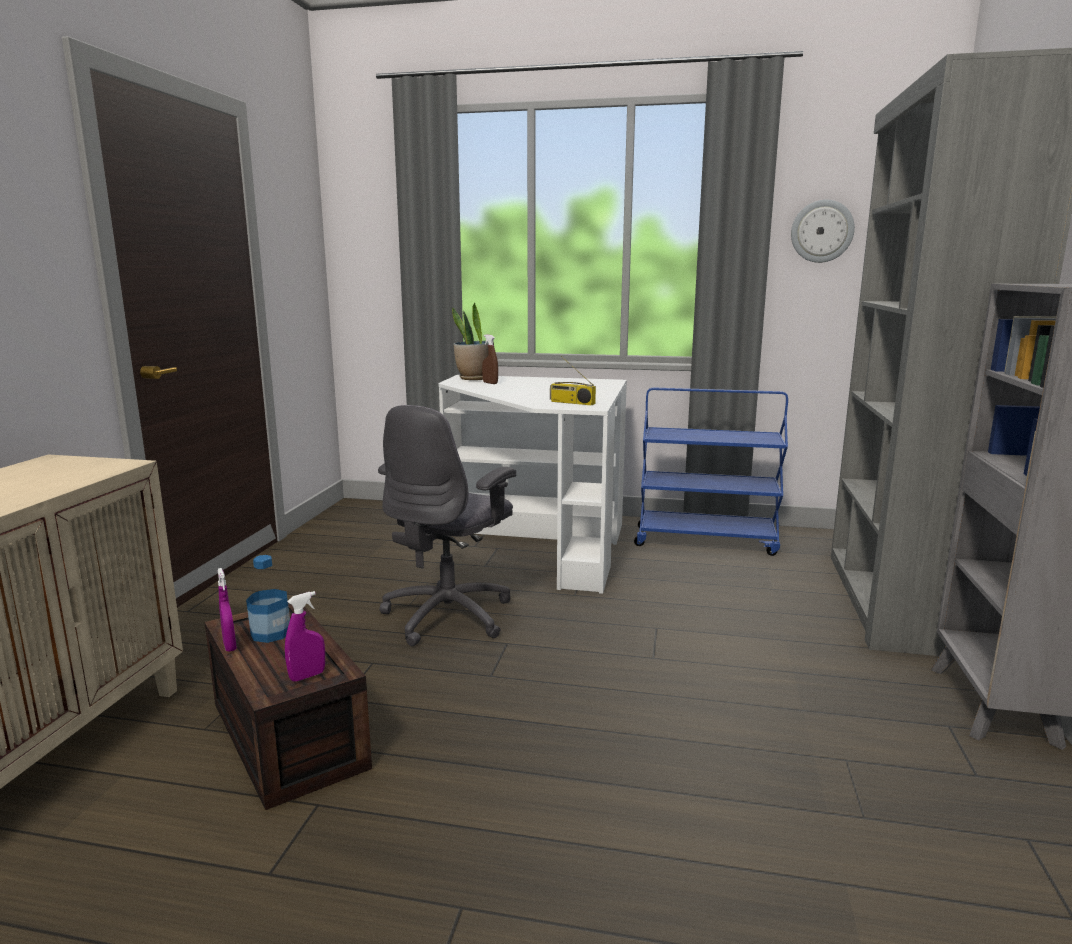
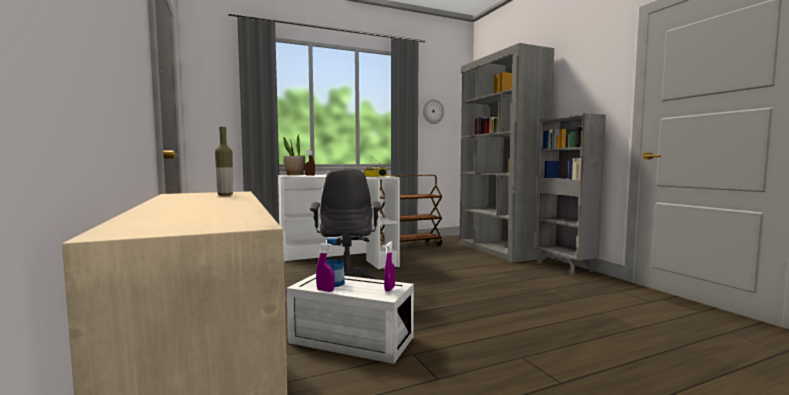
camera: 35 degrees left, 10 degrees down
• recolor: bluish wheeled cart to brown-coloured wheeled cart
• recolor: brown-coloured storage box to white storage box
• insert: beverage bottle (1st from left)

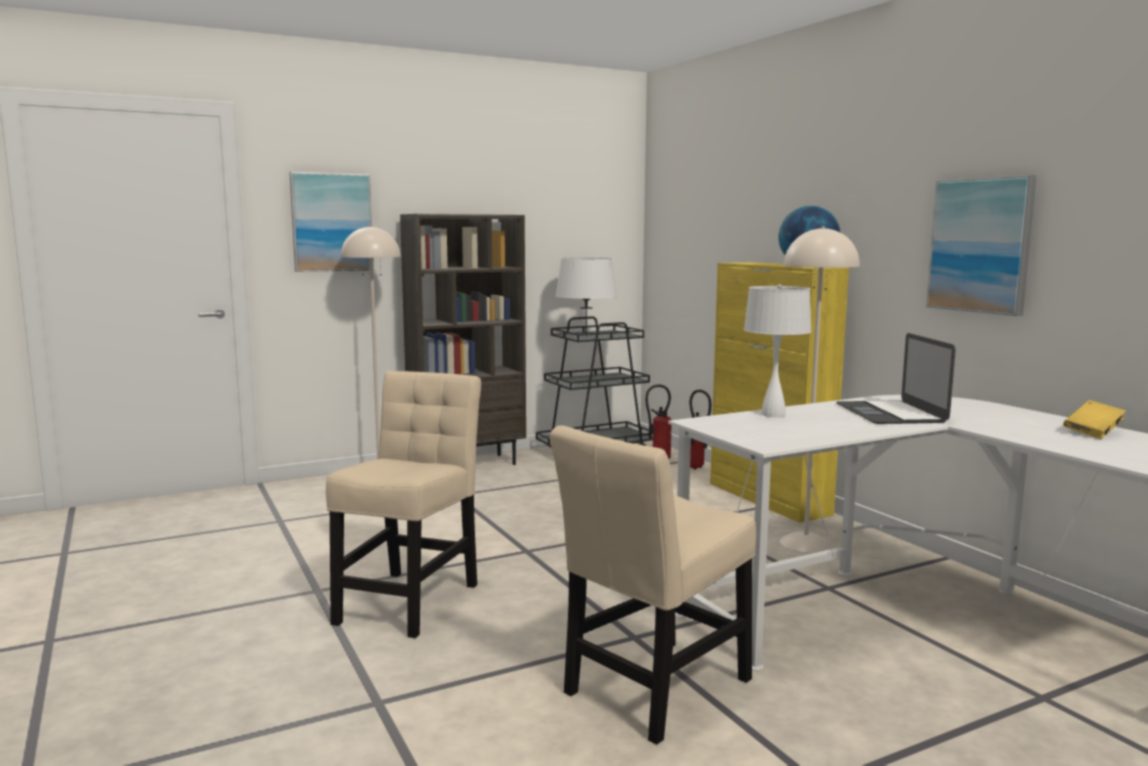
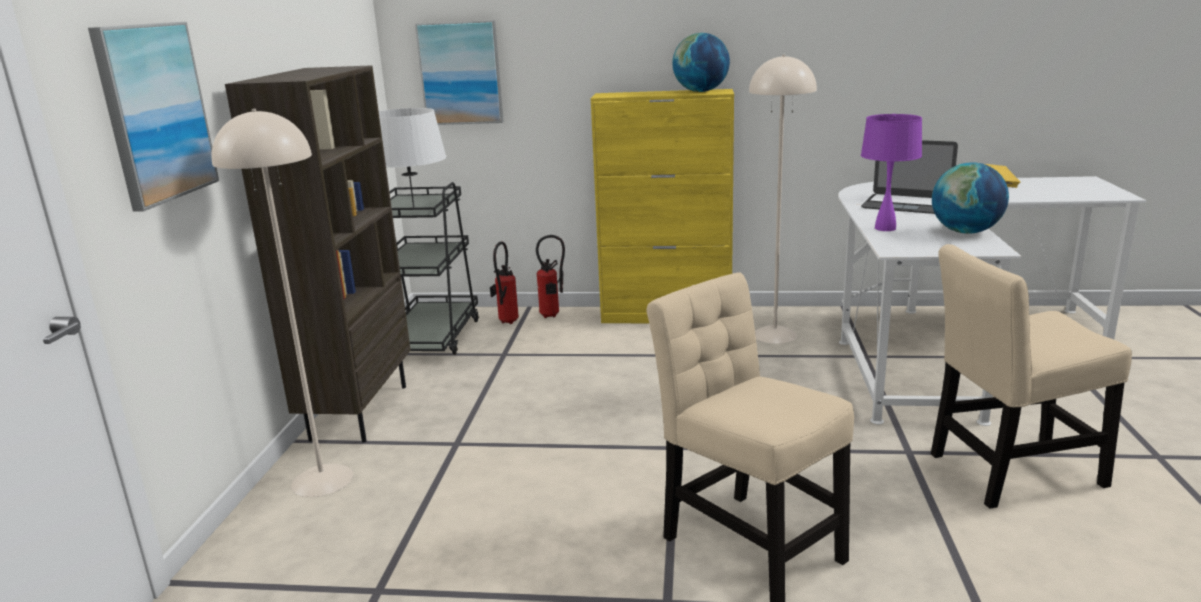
camera: 55 degrees left, 10 degrees up
• move: picture (2nd from left)
• recolor: white tabletop lamp (2nd from left) to purplish tabletop lamp
• rotate: beige plain chair (2nd from left) 90 degrees clockwise
• insert: desk globe (2nd from left)

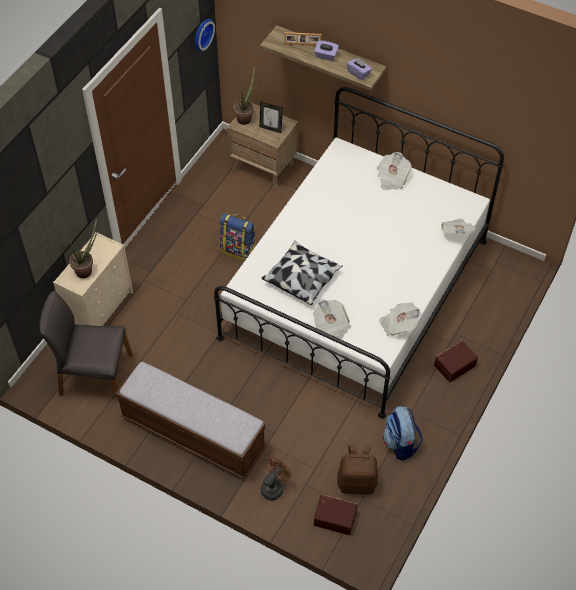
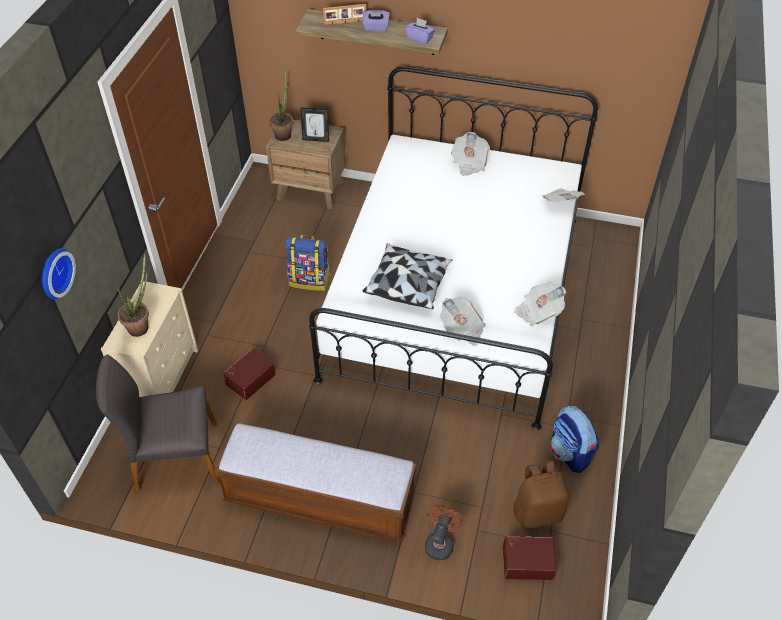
camera: 15 degrees left, 5 degrees down
• move: wall clock
• move: brown-coloured storage box (2nd from left in the first image) to brown-coloured storage box (1st from left)

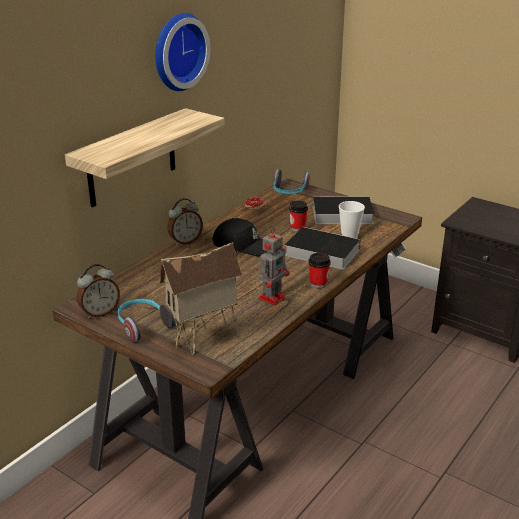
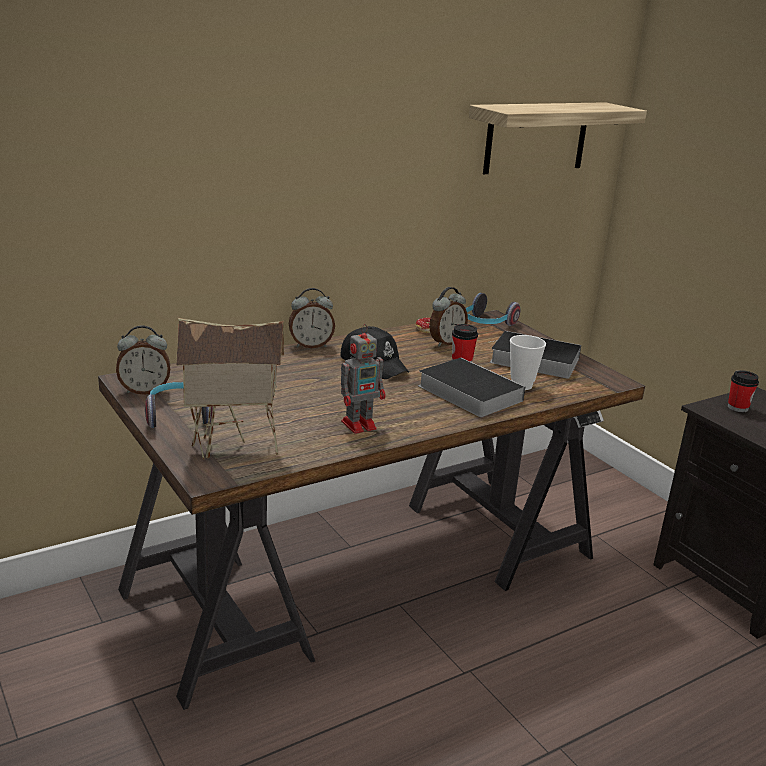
camera: 20 degrees right, 5 degrees down
• delete: wall clock
• move: wall shelf
• move: drinking cup (2nd from left in the first image) to drinking cup (3rd from left)
• insert: table clock (3rd from left)

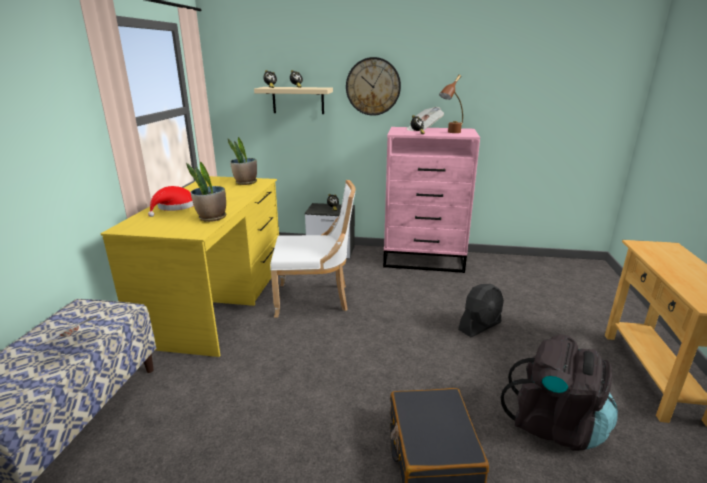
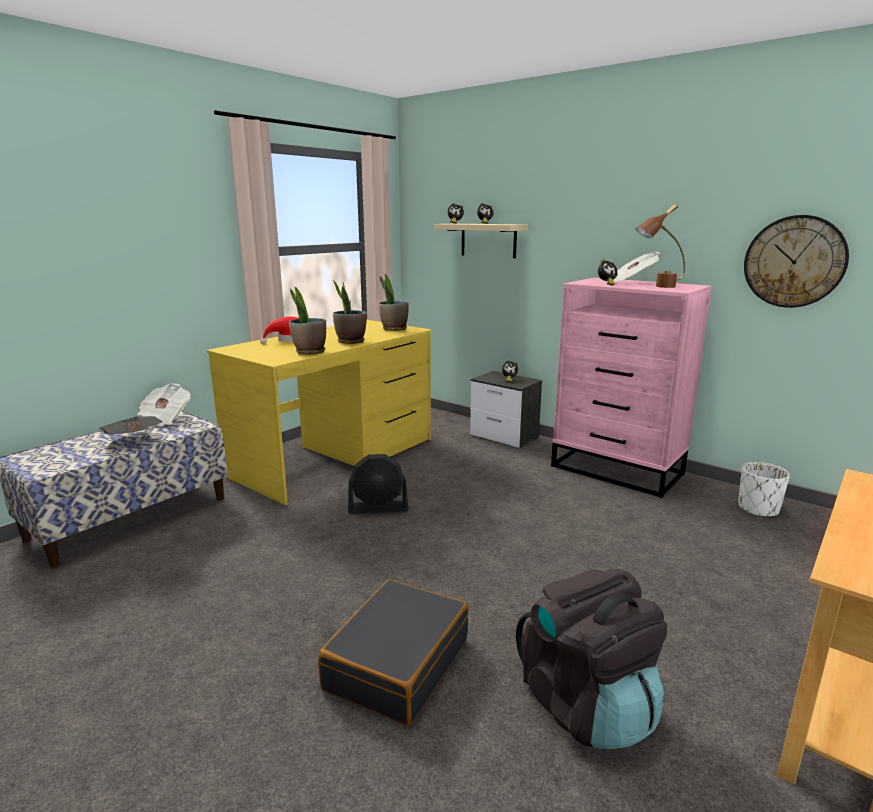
camera: 30 degrees right, 5 degrees down
• move: wall clock
• delete: white plain chair
• move: blackish electric fan
• insert: houseplant (2nd from left)
• insert: printed paper (2nd from left)
• insert: white flower pot

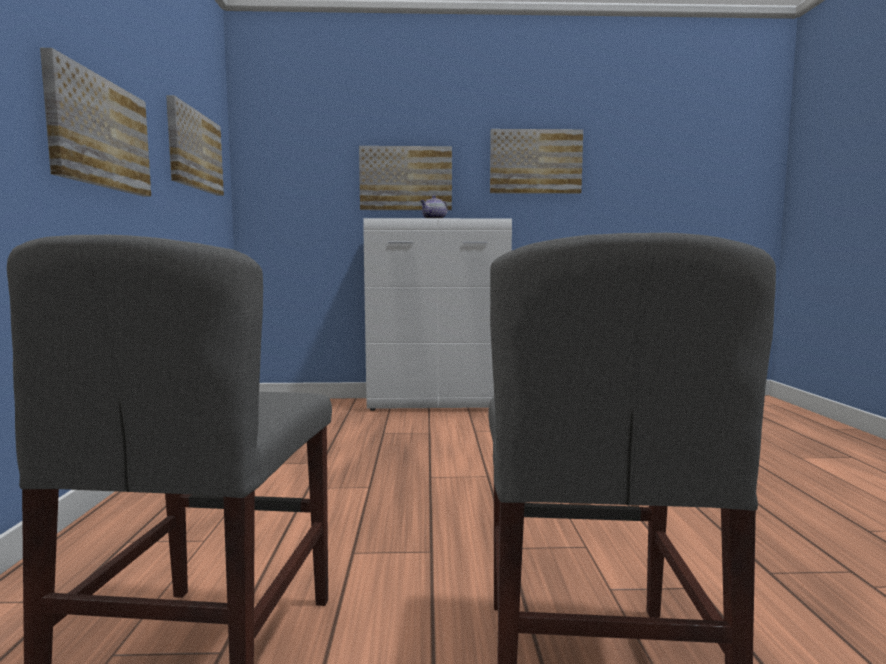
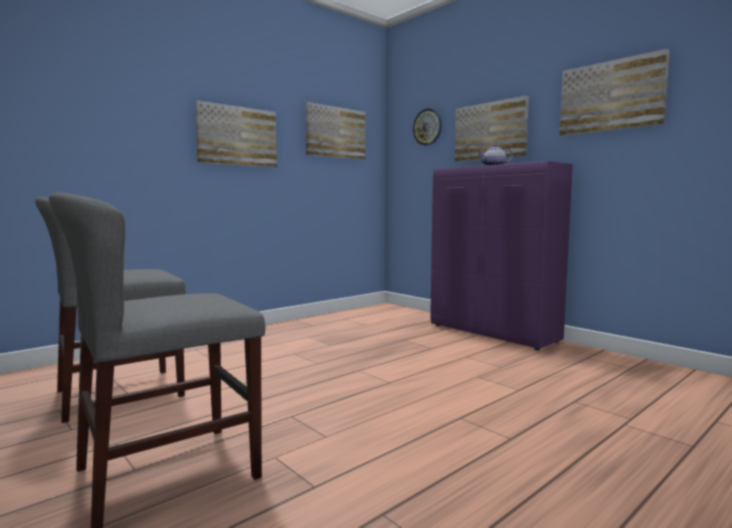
camera: 50 degrees right, 0 degrees up
• recolor: white cupboard to purplish cupboard
• insert: wall clock

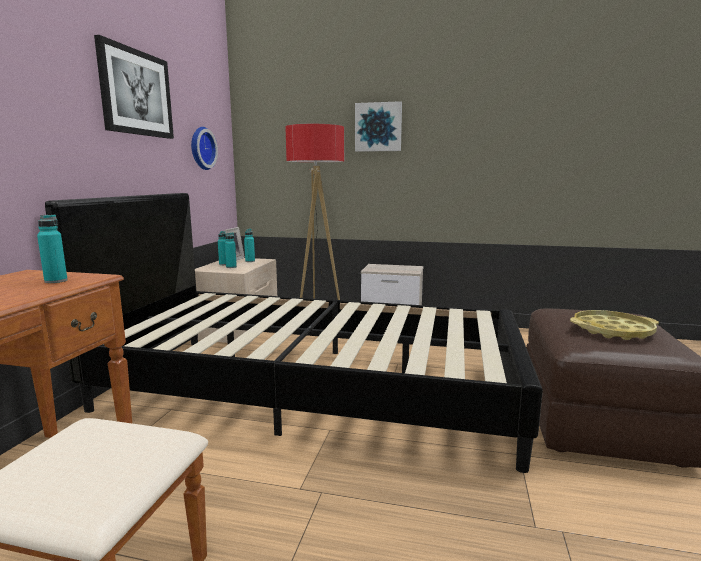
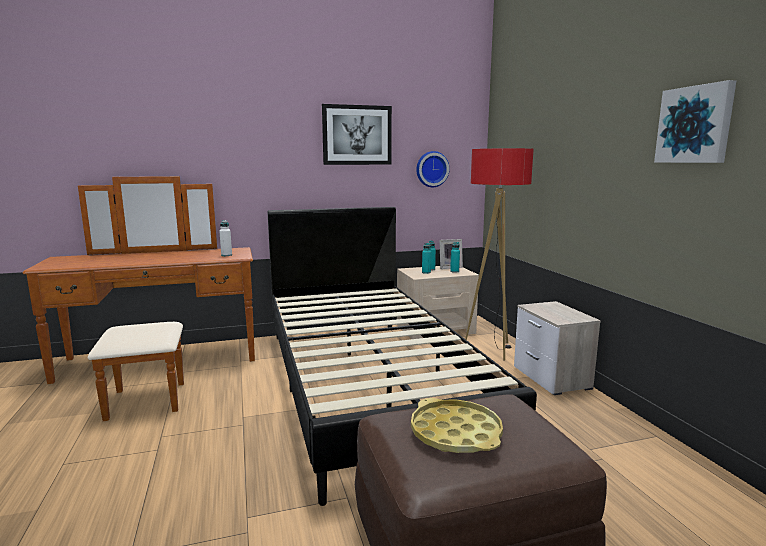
camera: 60 degrees right, 0 degrees up
• move: picture (2nd from left)
• recolor: turquoise beverage bottle (1st from left) to white beverage bottle

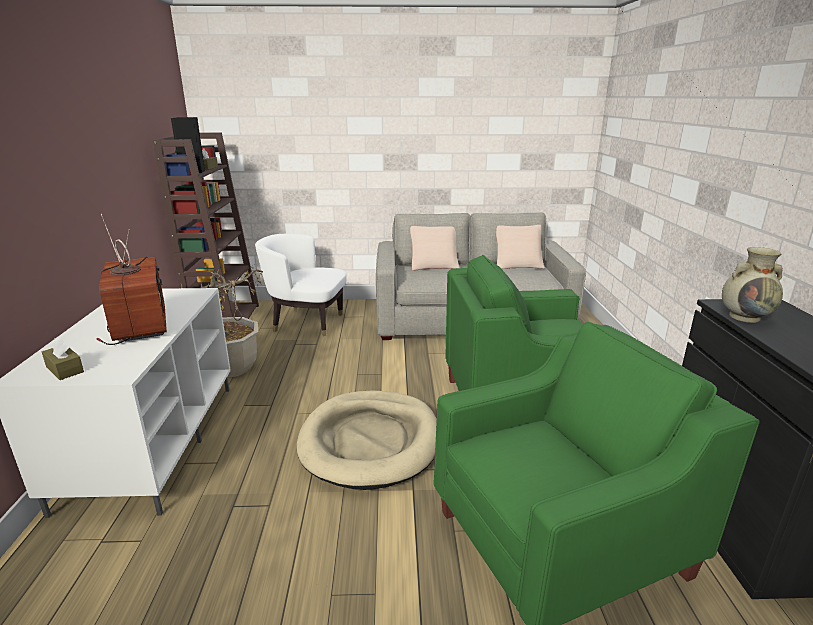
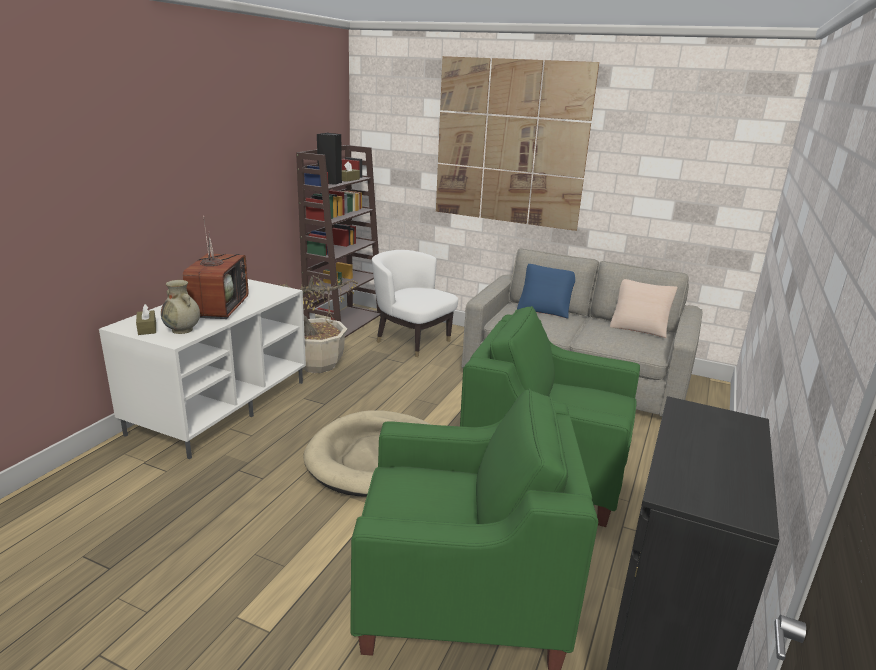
camera: 25 degrees right, 0 degrees up
• recolor: beige cushion (1st from left) to bluish cushion
• move: beige decorative vase
• insert: picture

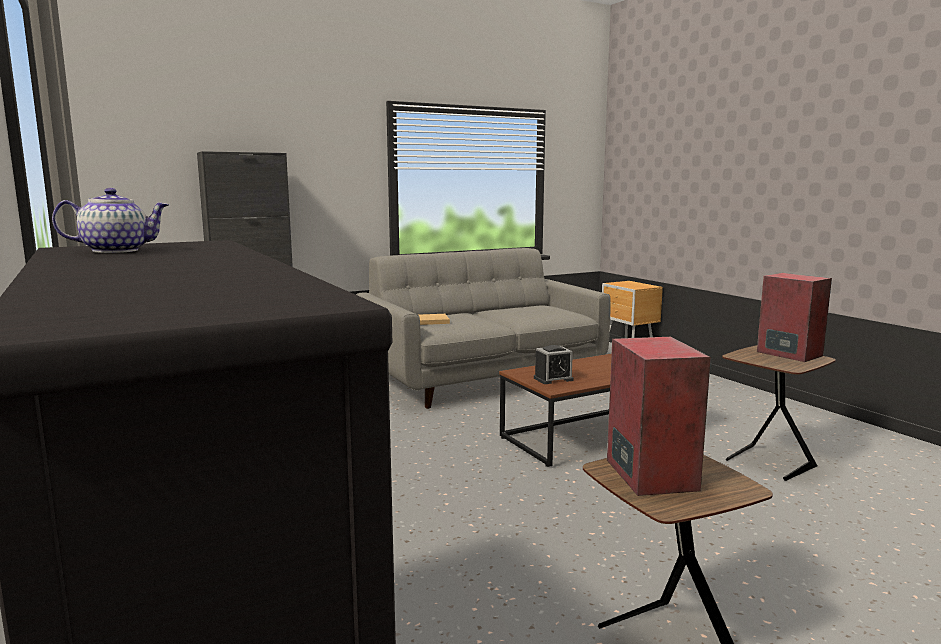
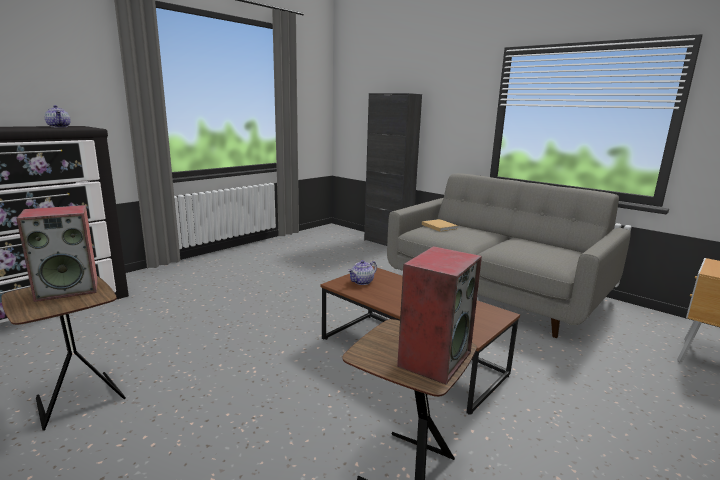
camera: 70 degrees right, 5 degrees up
• replace: table clock to tea pot (2nd from left)

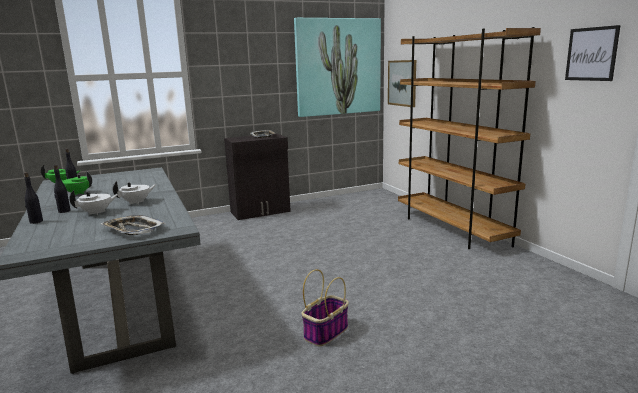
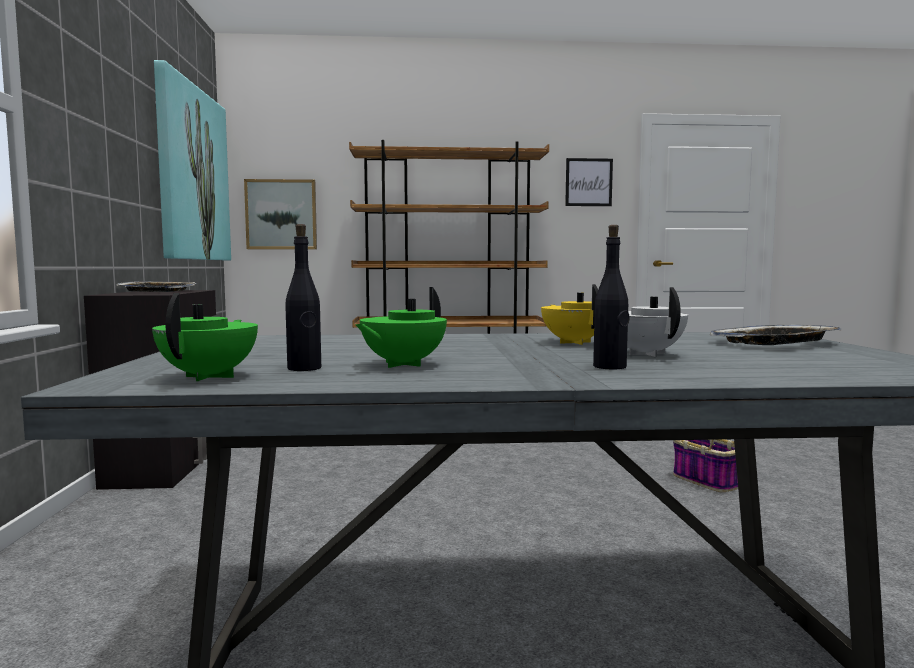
camera: 70 degrees left, 10 degrees down
• delete: blackish beverage bottle (1st from left)
• recolor: white tea pot (2nd from left) to yellowish tea pot

